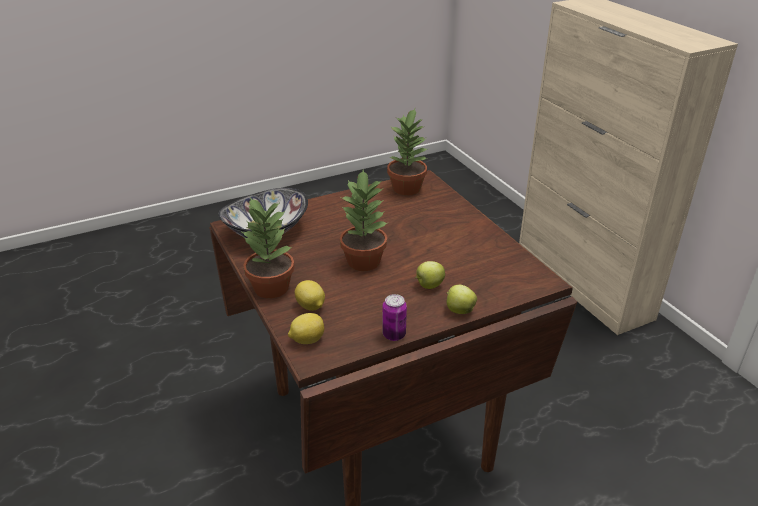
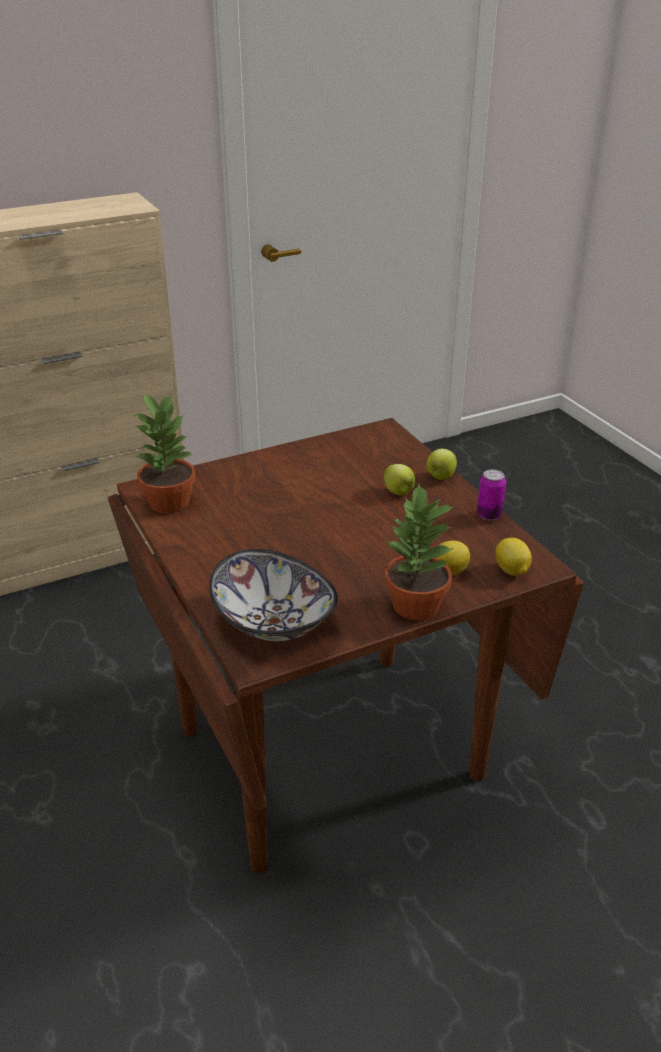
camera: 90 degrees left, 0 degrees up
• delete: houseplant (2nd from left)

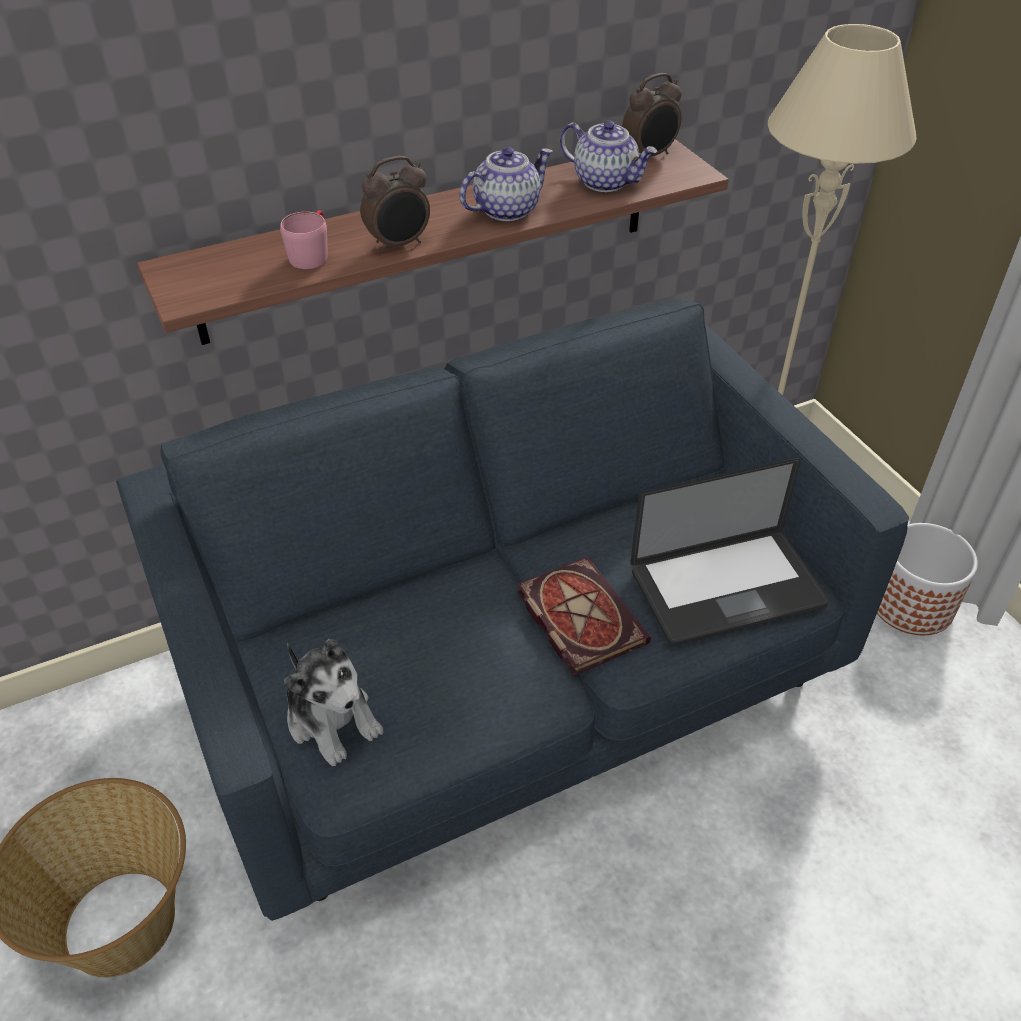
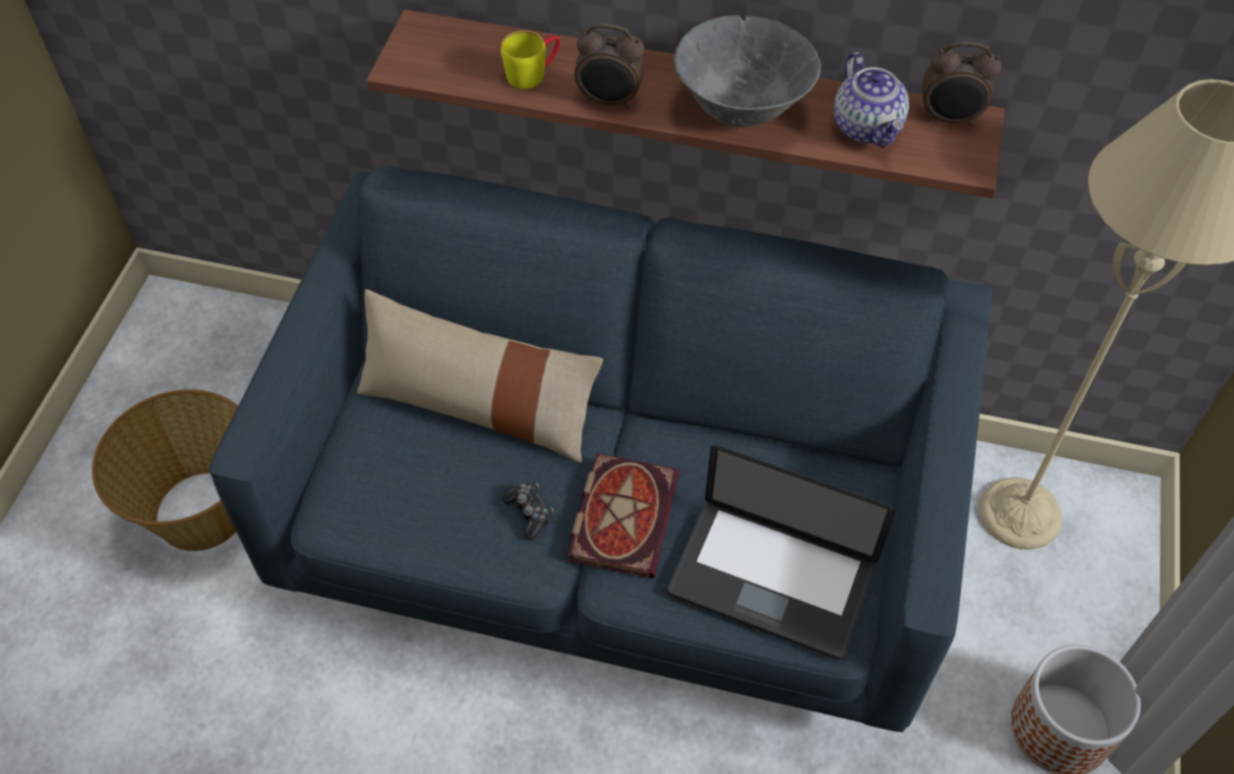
camera: 40 degrees right, 10 degrees up
• replace: tea pot (1st from left) to greyish deep dish
• recolor: pinkish tea mug to yellowish tea mug
• delete: plush toy
• insert: beige cushion
• insert: game controller

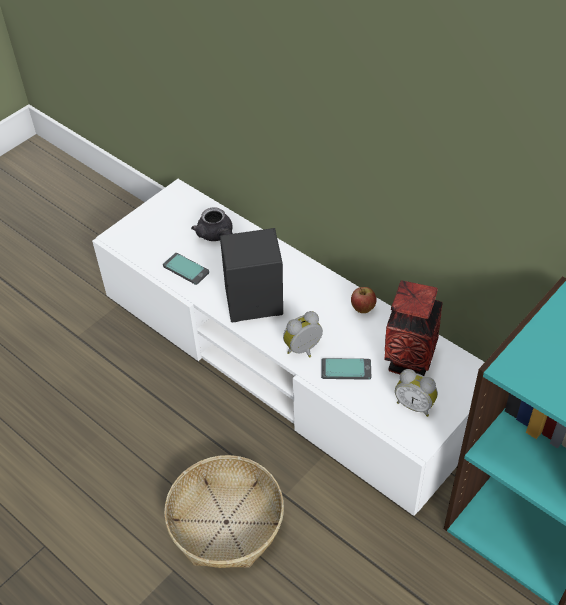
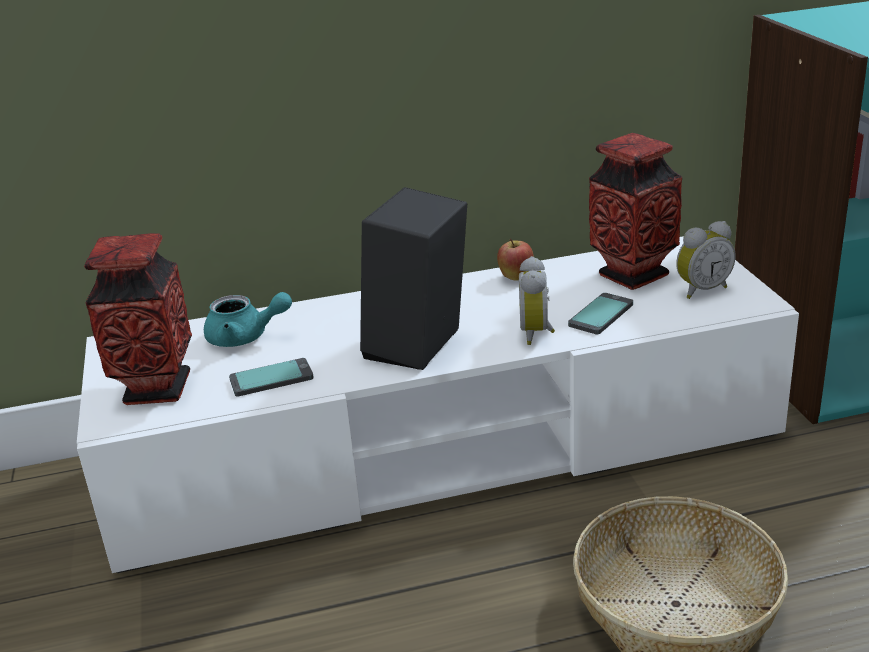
camera: 55 degrees left, 20 degrees down
• recolor: greyish tea pot to turquoise tea pot
• insert: decorative vase (1st from left)

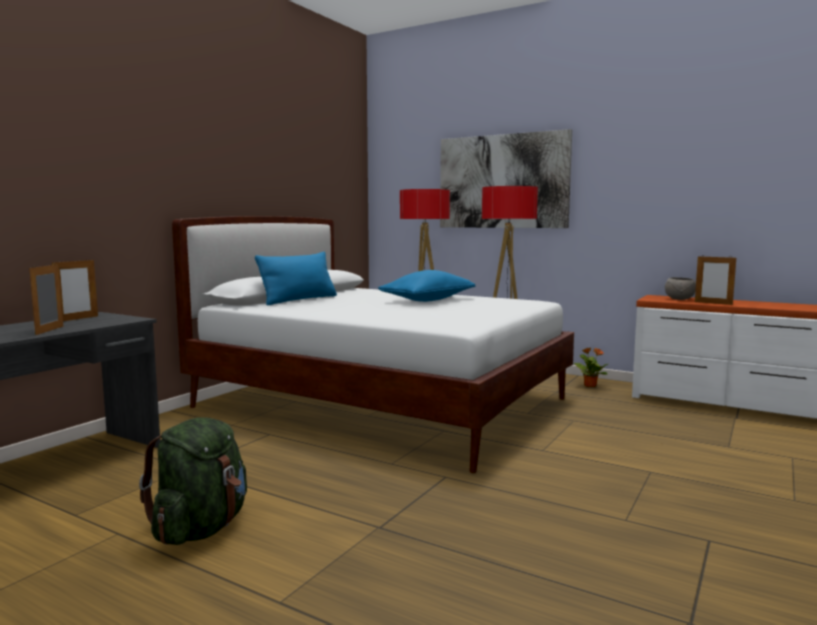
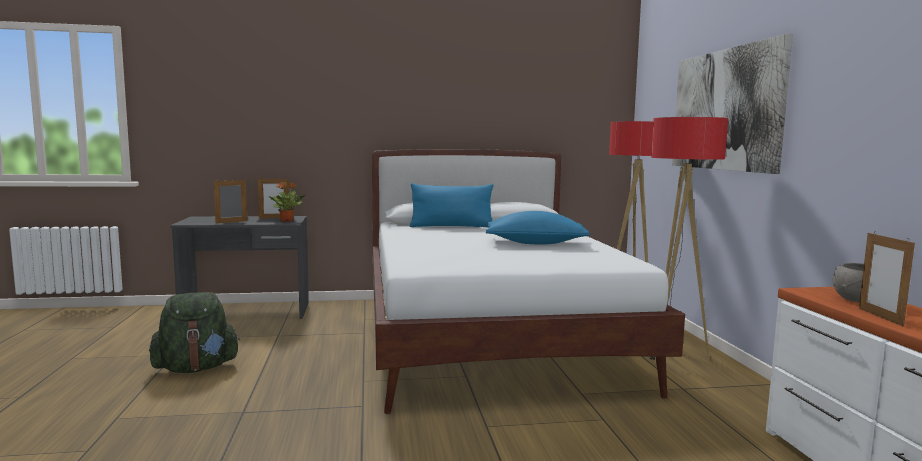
camera: 50 degrees right, 0 degrees up
• move: houseplant

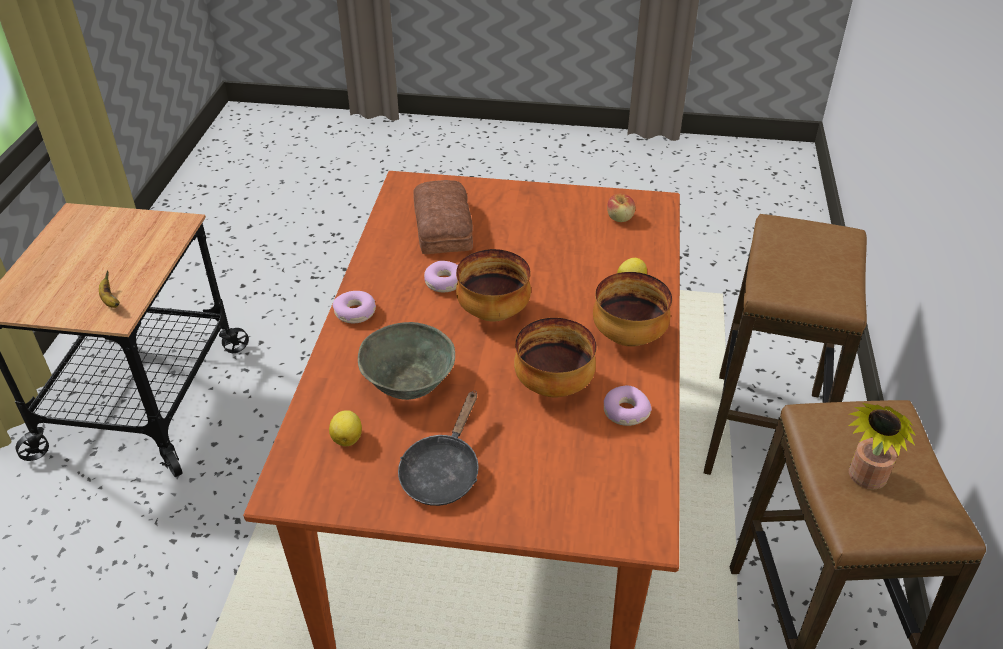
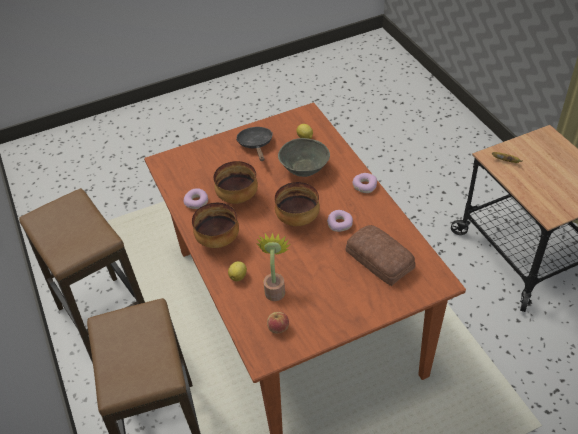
camera: 150 degrees right, 5 degrees up
• move: houseplant

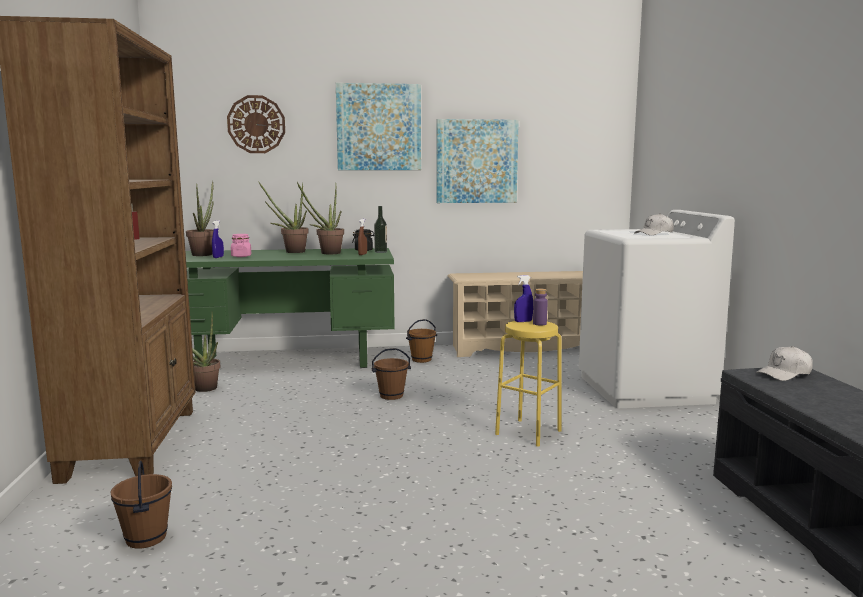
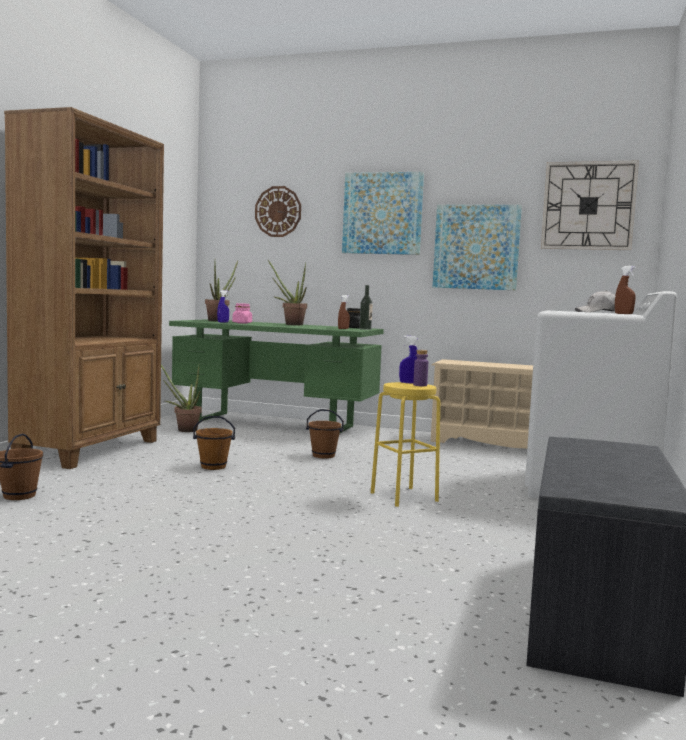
camera: 25 degrees right, 5 degrees down
• delete: houseplant (4th from left)
• move: brown-coloured pail (3rd from left in the first image) to brown-coloured pail (2nd from left)
• delete: white baseball cap (2nd from left)
• insert: wall clock (2nd from left)
• insert: brown-coloured hand sprayer (2nd from left)

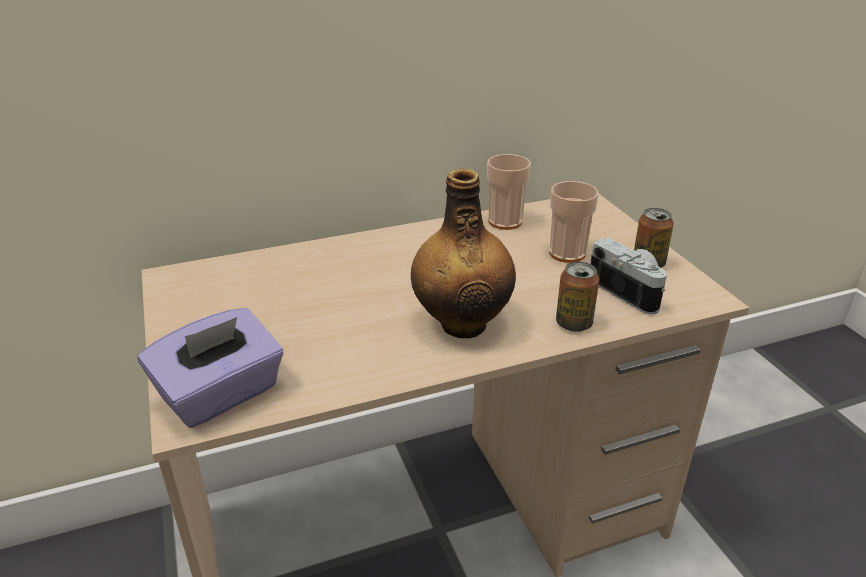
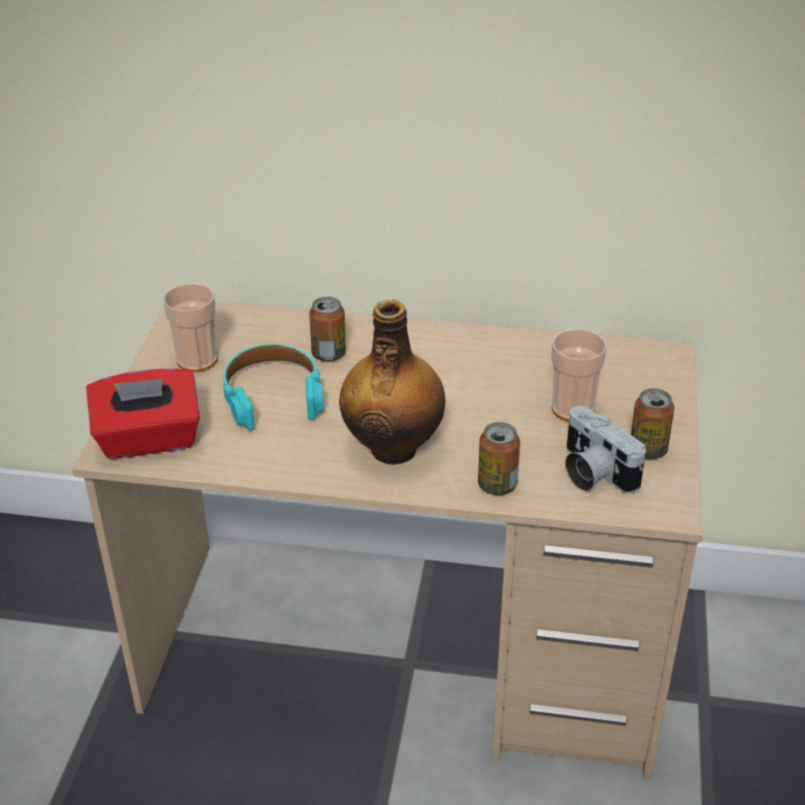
camera: 30 degrees right, 5 degrees up
• move: drinking cup (1st from left)
• rotate: still camera 150 degrees clockwise
• recolor: purplish tissue holder to red-coloured tissue holder
• insert: sealed can (1st from left)
• insert: turquoise pair of headphones

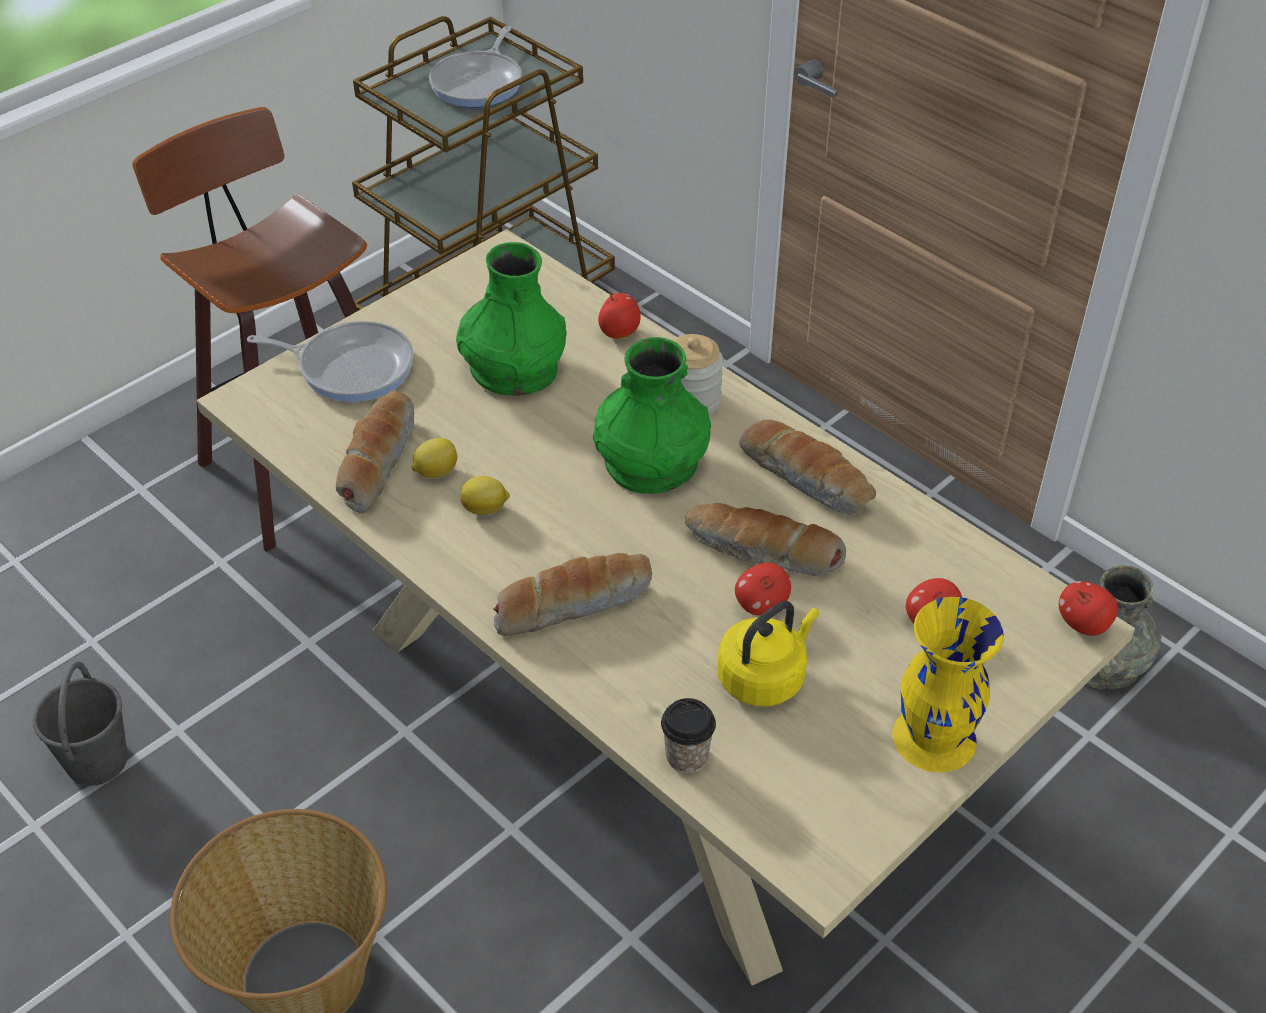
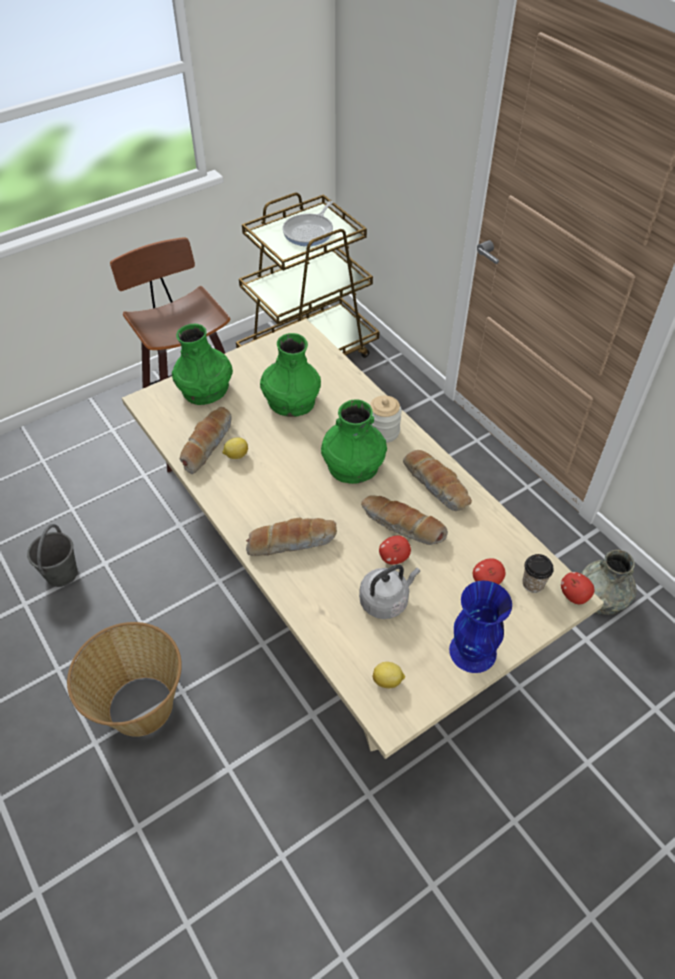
camera: 10 degrees right, 5 degrees up
• delete: whole apple (1st from left)
• replace: skillet (1st from left) to greenish decorative vase (1st from left)
• move: whole lemon (2nd from left)
• recolor: yellowish decorative vase to bluish decorative vase
• recolor: yellowish water kettle to greyish water kettle
• move: drinking cup

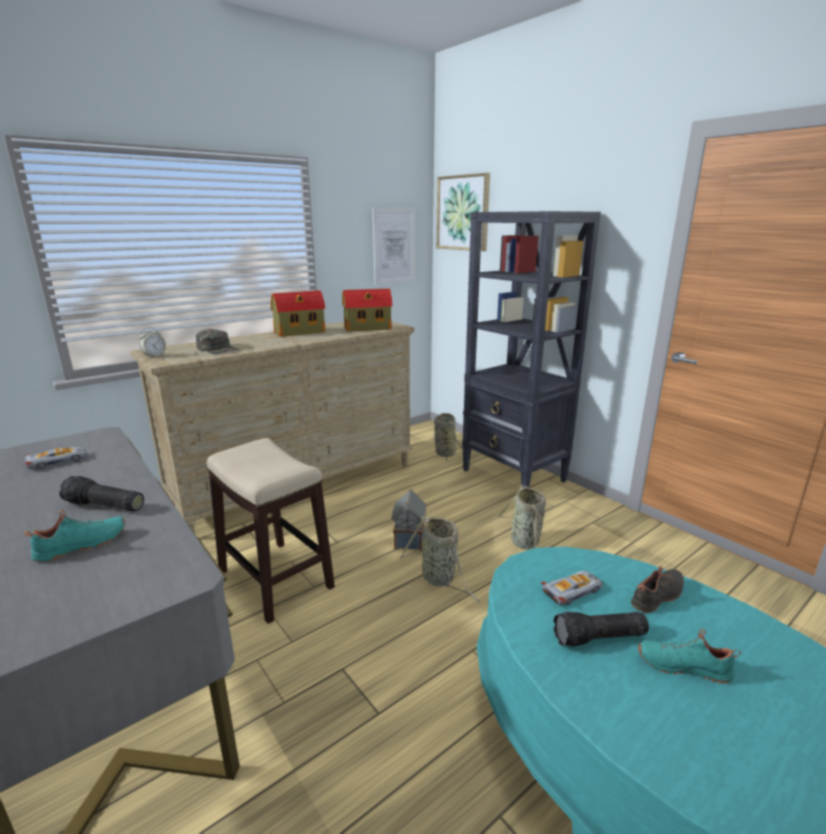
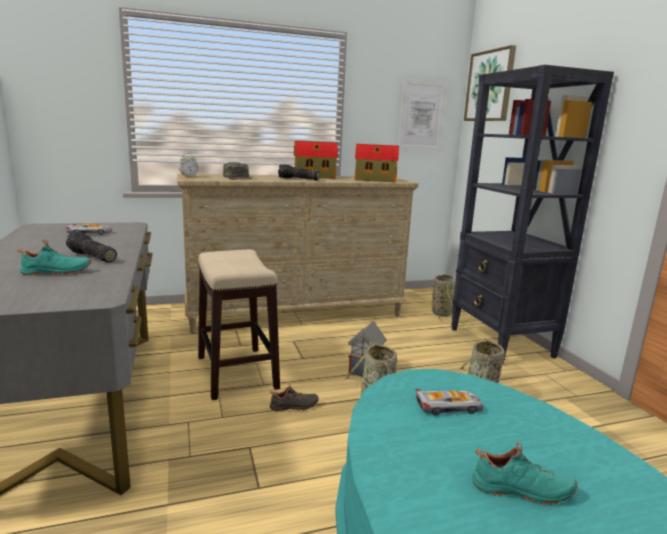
camera: 20 degrees right, 5 degrees down
• move: blackish low shoe
• move: flashlight (2nd from left)
• rotate: turquoise low shoe (2nd from left) 150 degrees clockwise

